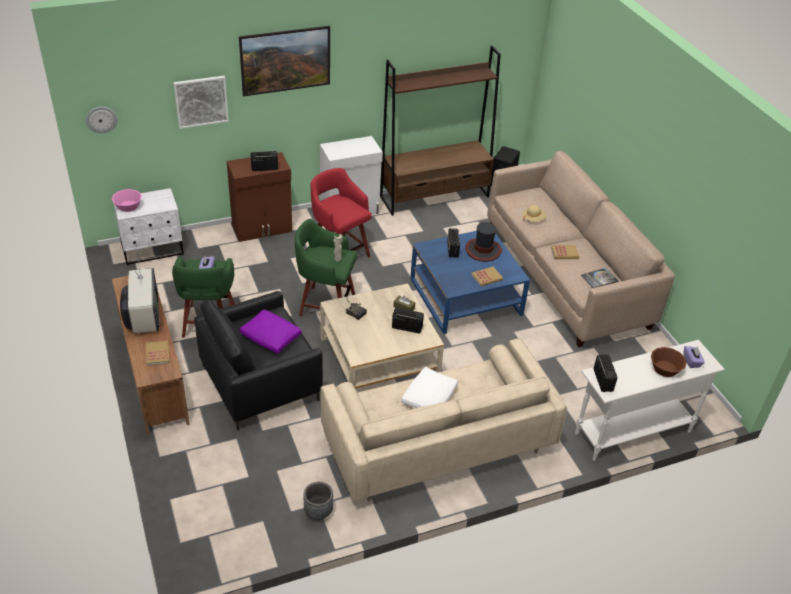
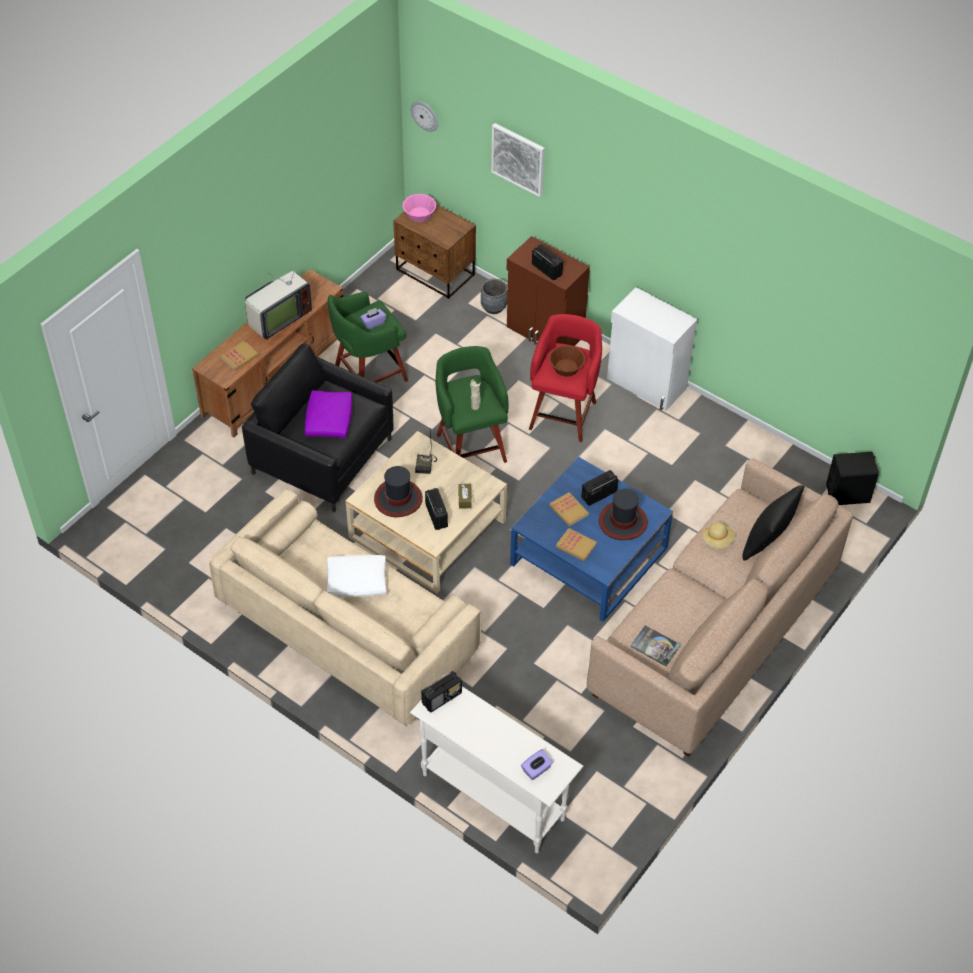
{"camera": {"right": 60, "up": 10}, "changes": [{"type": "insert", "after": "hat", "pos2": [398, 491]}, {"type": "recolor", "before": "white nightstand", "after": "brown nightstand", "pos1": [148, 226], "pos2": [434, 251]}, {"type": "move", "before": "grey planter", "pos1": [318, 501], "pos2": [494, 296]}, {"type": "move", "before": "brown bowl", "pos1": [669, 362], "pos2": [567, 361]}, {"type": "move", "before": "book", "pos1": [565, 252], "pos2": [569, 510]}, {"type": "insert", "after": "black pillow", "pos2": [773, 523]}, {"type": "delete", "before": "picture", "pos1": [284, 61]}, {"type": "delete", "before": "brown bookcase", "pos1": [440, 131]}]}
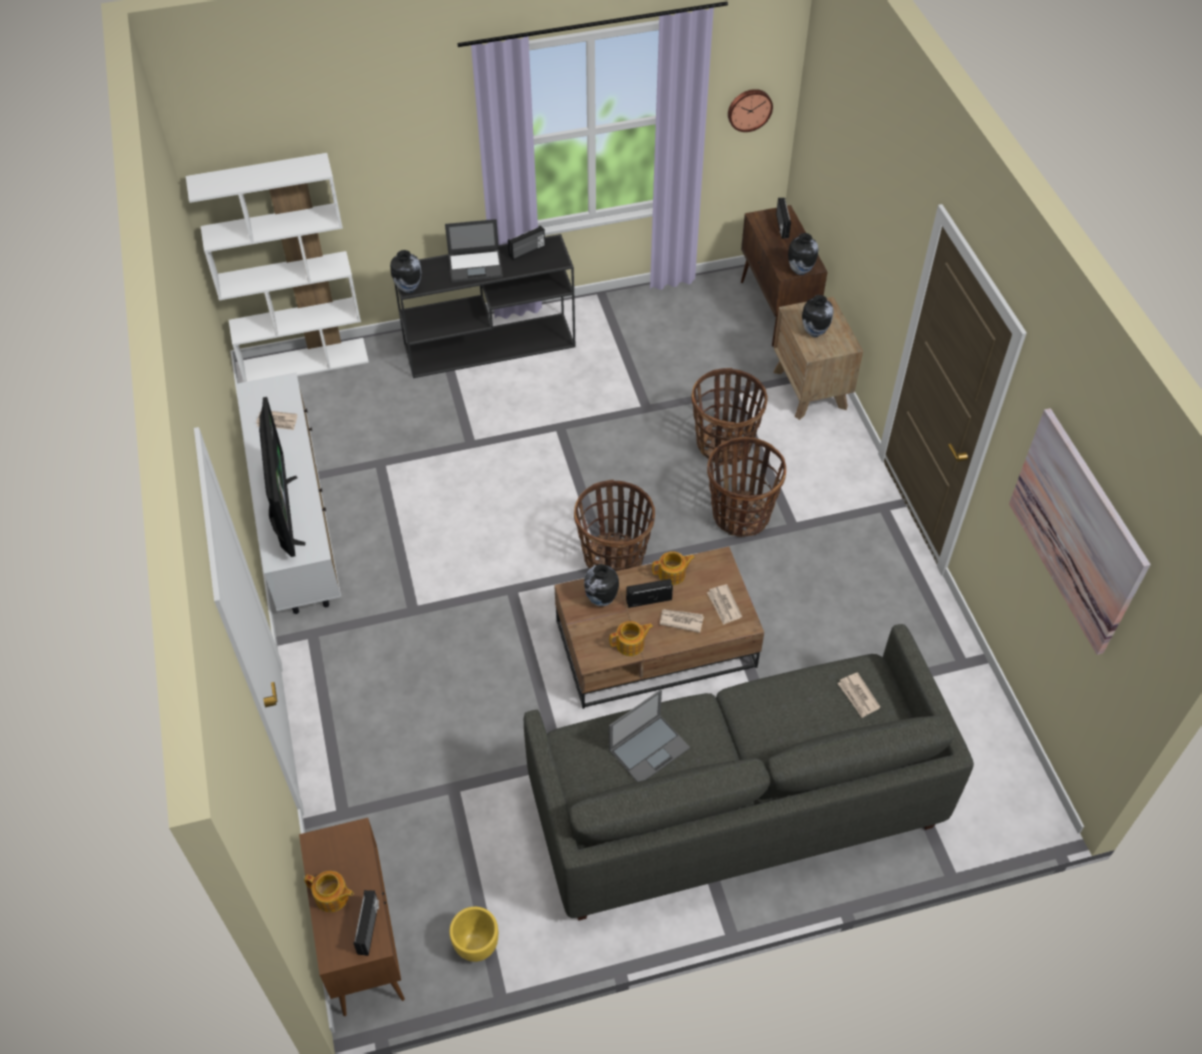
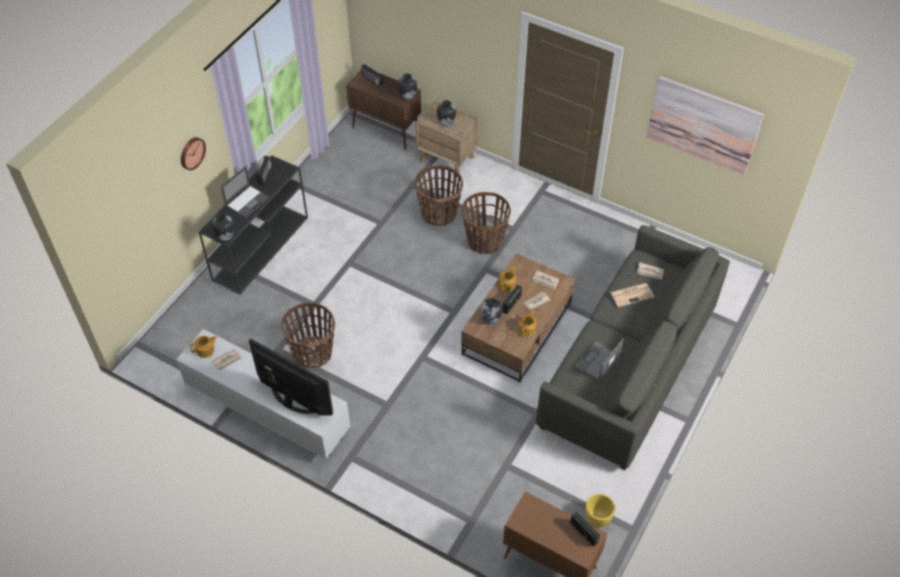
{"camera": {"right": -45, "up": 0}, "changes": [{"type": "move", "before": "wall clock", "pos1": [750, 110], "pos2": [193, 153]}, {"type": "move", "before": "teapot", "pos1": [329, 891], "pos2": [203, 347]}, {"type": "move", "before": "basket", "pos1": [614, 525], "pos2": [308, 335]}, {"type": "rotate", "before": "laptop", "pos1": [649, 735], "pos2": [599, 360], "turn": -150}, {"type": "insert", "after": "newspaper", "pos2": [632, 295]}, {"type": "delete", "before": "white bookcase", "pos1": [277, 267]}]}
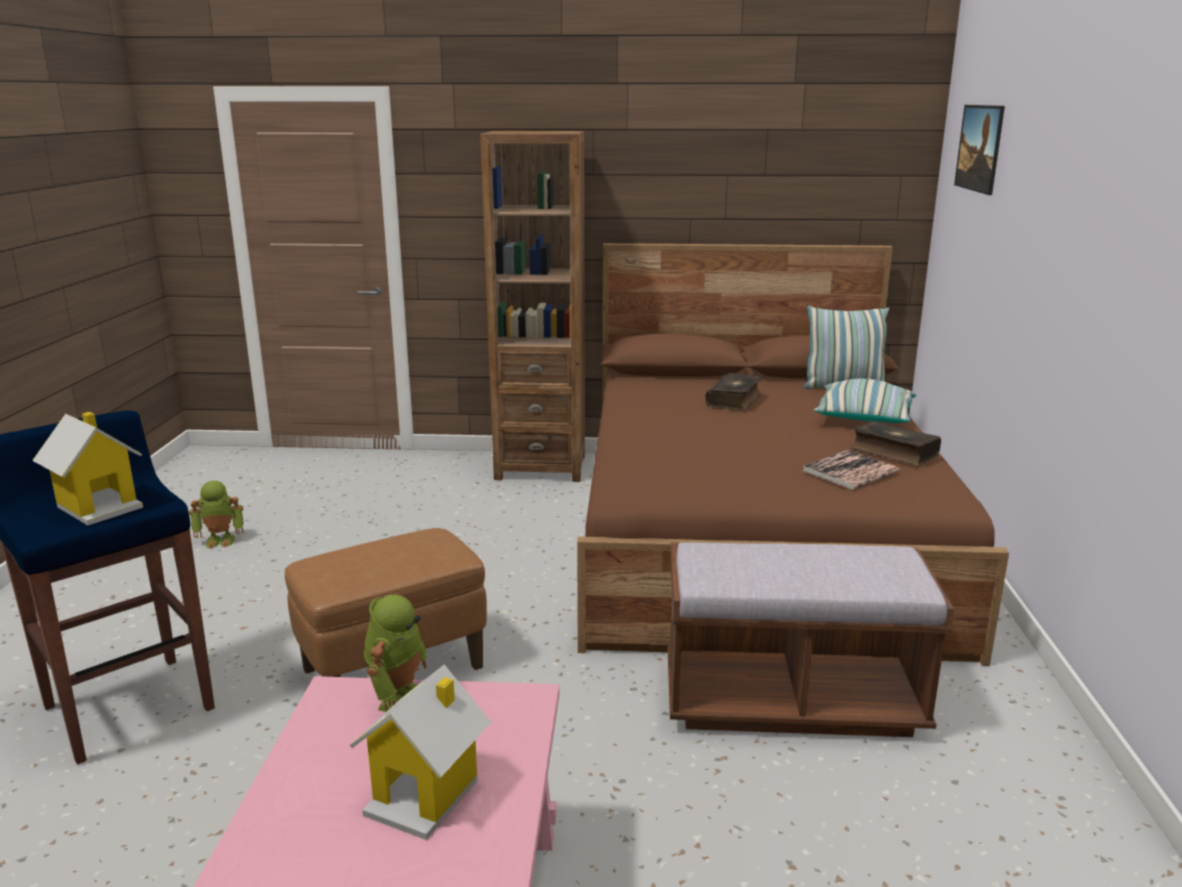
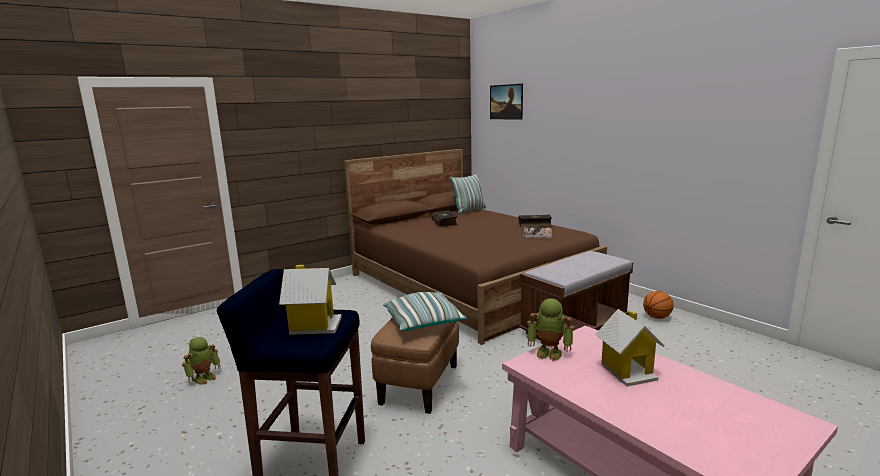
{"camera": {"right": -40, "up": -5}, "changes": [{"type": "move", "before": "pillow", "pos1": [865, 401], "pos2": [425, 311]}, {"type": "rotate", "before": "toy robot", "pos1": [395, 653], "pos2": [550, 330], "turn": 135}, {"type": "insert", "after": "basketball", "pos2": [658, 305]}, {"type": "delete", "before": "brown bookcase", "pos1": [532, 306]}]}
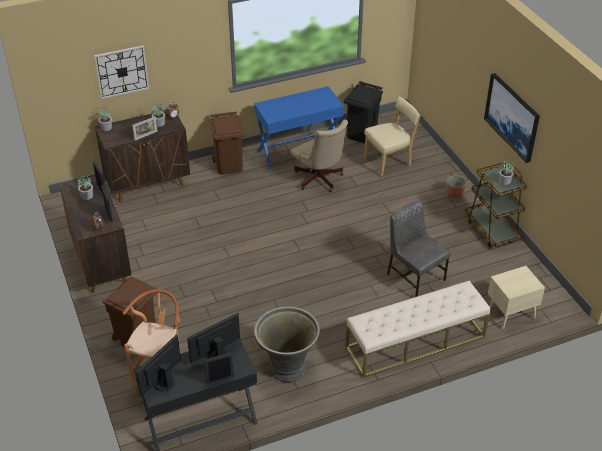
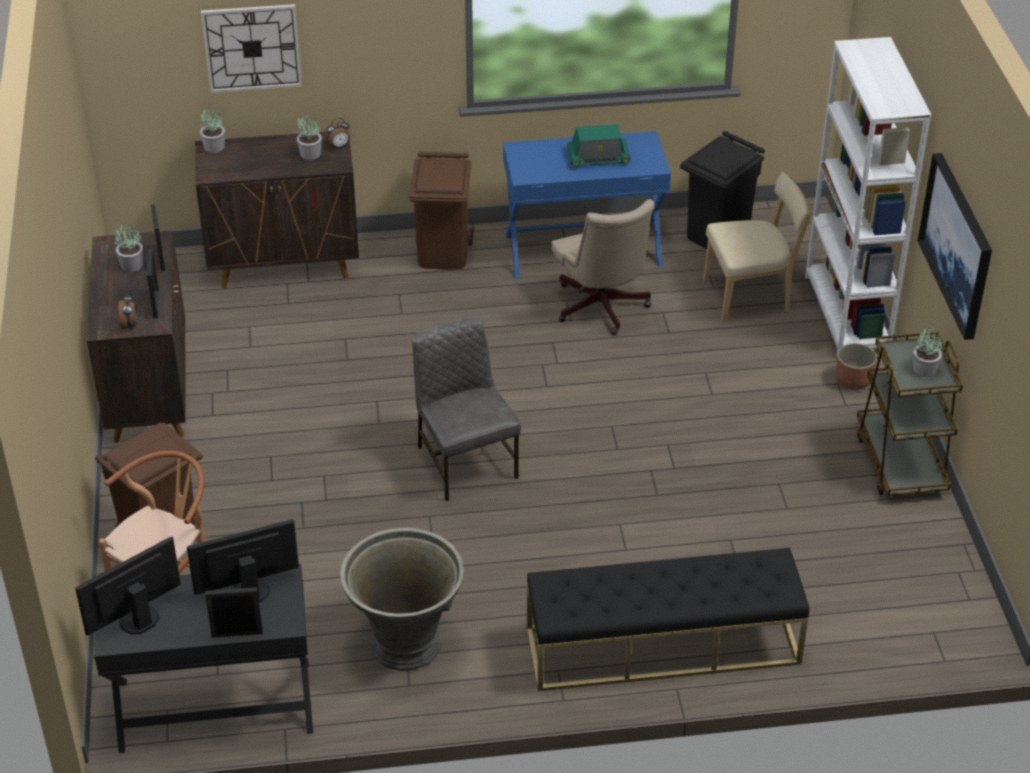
{"camera": {"right": 15, "up": 0}, "changes": [{"type": "move", "before": "grey chair", "pos1": [419, 248], "pos2": [466, 409]}, {"type": "recolor", "before": "beige bench", "after": "black bench", "pos1": [418, 329], "pos2": [668, 619]}, {"type": "insert", "after": "radio", "pos2": [599, 145]}, {"type": "insert", "after": "white bookcase", "pos2": [868, 196]}, {"type": "delete", "before": "picture frame", "pos1": [145, 128]}, {"type": "delete", "before": "beige nightstand", "pos1": [516, 297]}]}
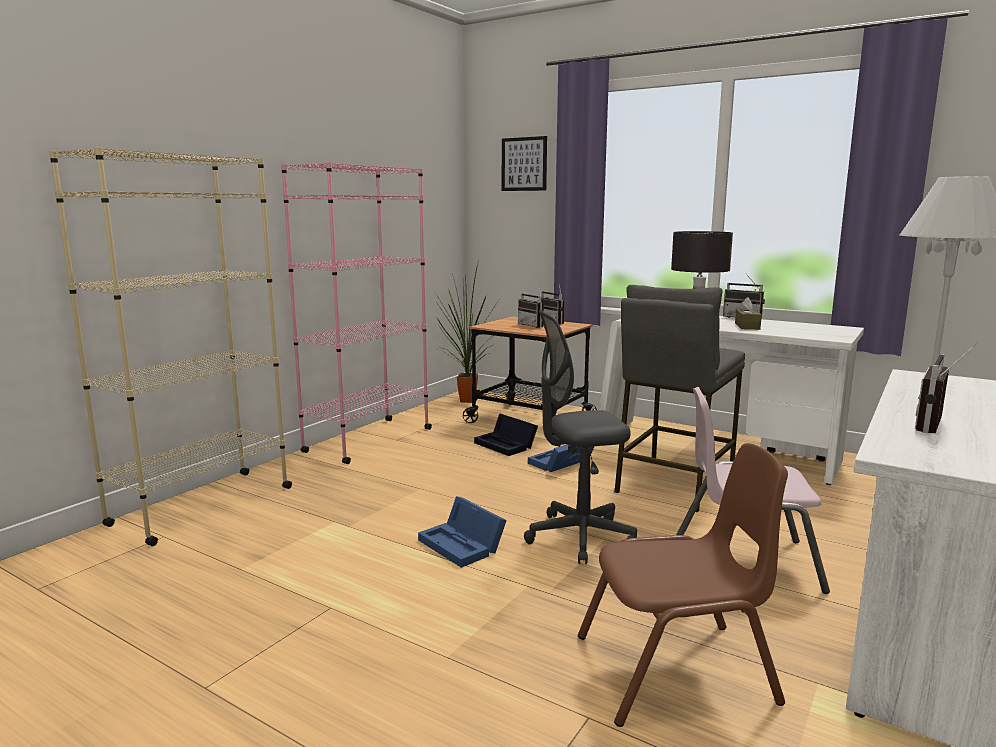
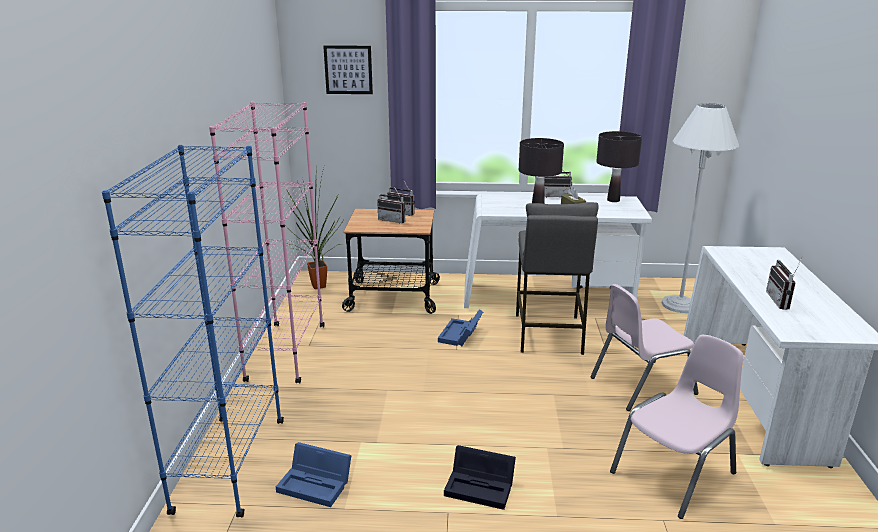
{"camera": {"right": -30, "up": 10}, "changes": [{"type": "recolor", "before": "beige bookcase", "after": "blue bookcase", "pos1": [170, 346], "pos2": [193, 331]}, {"type": "move", "before": "blue storage box", "pos1": [462, 532], "pos2": [313, 474]}, {"type": "move", "before": "black storage box", "pos1": [506, 434], "pos2": [480, 477]}, {"type": "insert", "after": "black table lamp", "pos2": [619, 166]}, {"type": "recolor", "before": "brown chair", "after": "pink chair", "pos1": [683, 585], "pos2": [676, 427]}, {"type": "delete", "before": "grey office chair", "pos1": [580, 437]}]}
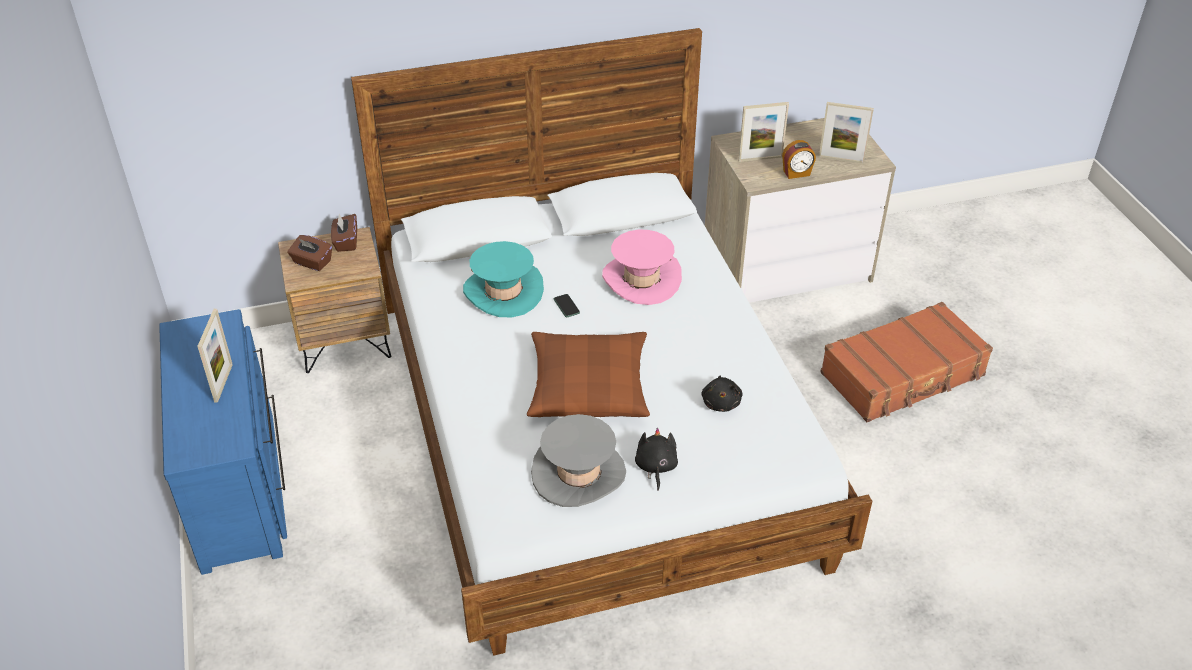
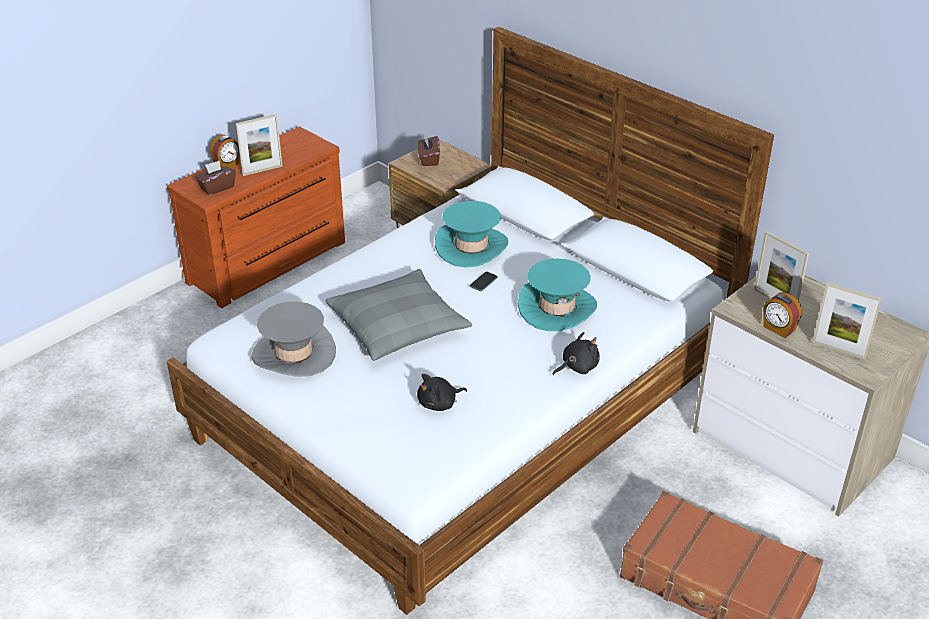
{"camera": {"right": 60, "up": -5}, "changes": [{"type": "recolor", "before": "blue dresser", "after": "brown dresser", "pos1": [223, 442], "pos2": [256, 217]}, {"type": "move", "before": "brown tissue box", "pos1": [344, 233], "pos2": [216, 177]}, {"type": "insert", "after": "alarm clock", "pos2": [225, 151]}, {"type": "recolor", "before": "brown pillow", "after": "grey pillow", "pos1": [588, 374], "pos2": [398, 315]}, {"type": "recolor", "before": "pink hat", "after": "turquoise hat", "pos1": [642, 267], "pos2": [557, 294]}, {"type": "move", "before": "black plush toy", "pos1": [656, 459], "pos2": [576, 353]}, {"type": "rotate", "before": "picture frame", "pos1": [846, 133], "pos2": [847, 321], "turn": -45}]}
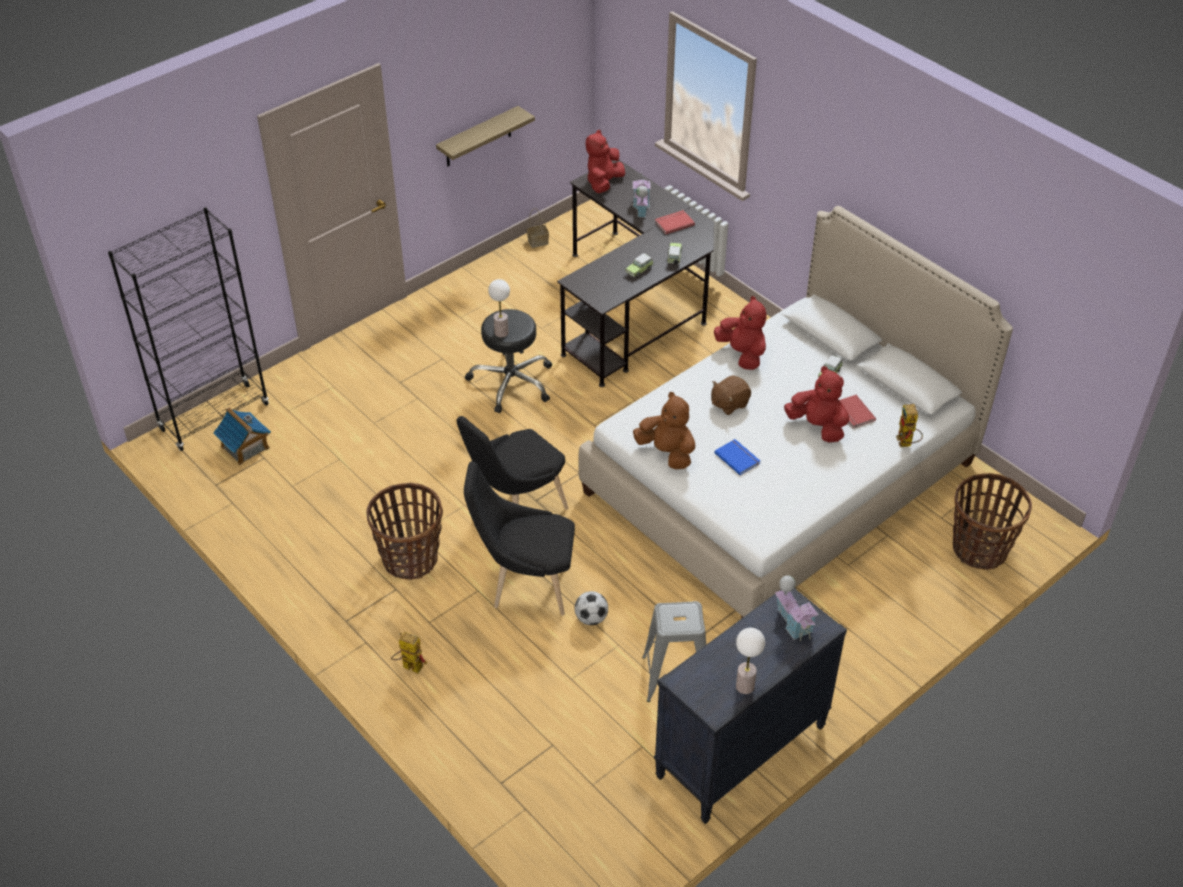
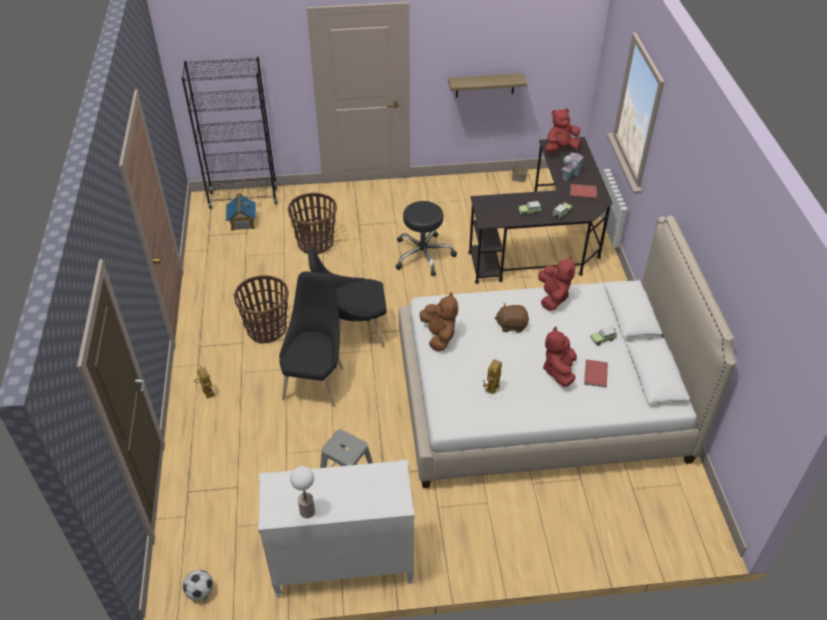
{"camera": {"right": 35, "up": 0}, "changes": [{"type": "move", "before": "football", "pos1": [591, 608], "pos2": [198, 585]}, {"type": "recolor", "before": "black dresser", "after": "white dresser", "pos1": [750, 705], "pos2": [336, 528]}, {"type": "rotate", "before": "black chair", "pos1": [519, 538], "pos2": [311, 339], "turn": 60}, {"type": "move", "before": "basket", "pos1": [992, 521], "pos2": [312, 224]}, {"type": "move", "before": "toy robot", "pos1": [909, 425], "pos2": [492, 377]}, {"type": "rotate", "before": "red plush toy", "pos1": [816, 404], "pos2": [560, 356], "turn": -150}, {"type": "delete", "before": "table lamp", "pos1": [499, 308]}, {"type": "delete", "before": "blue book", "pos1": [737, 457]}, {"type": "delete", "before": "toy house", "pos1": [796, 608]}]}
